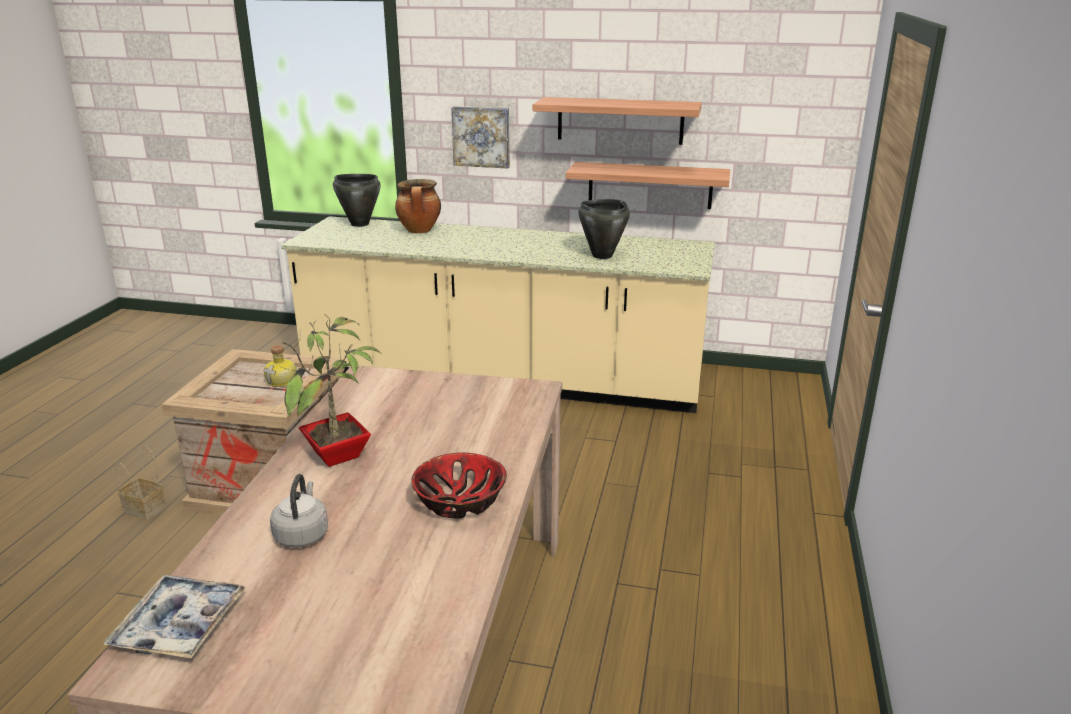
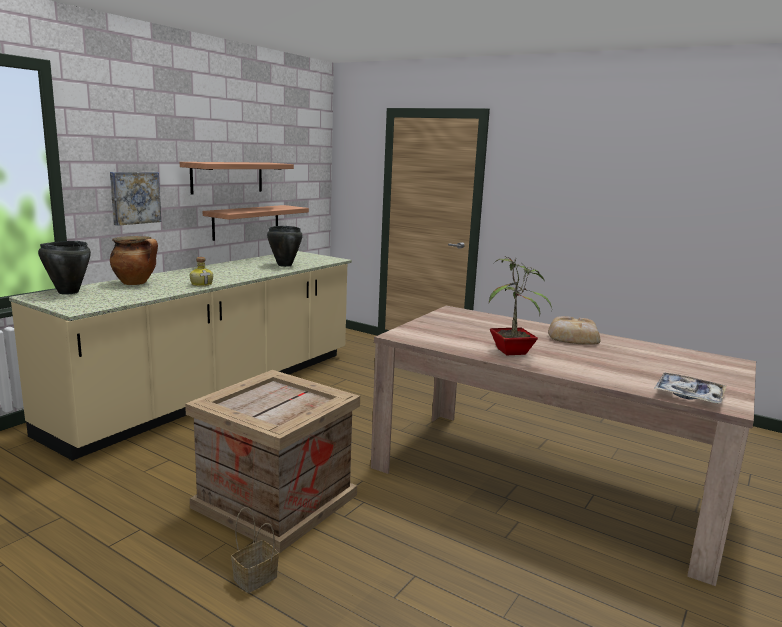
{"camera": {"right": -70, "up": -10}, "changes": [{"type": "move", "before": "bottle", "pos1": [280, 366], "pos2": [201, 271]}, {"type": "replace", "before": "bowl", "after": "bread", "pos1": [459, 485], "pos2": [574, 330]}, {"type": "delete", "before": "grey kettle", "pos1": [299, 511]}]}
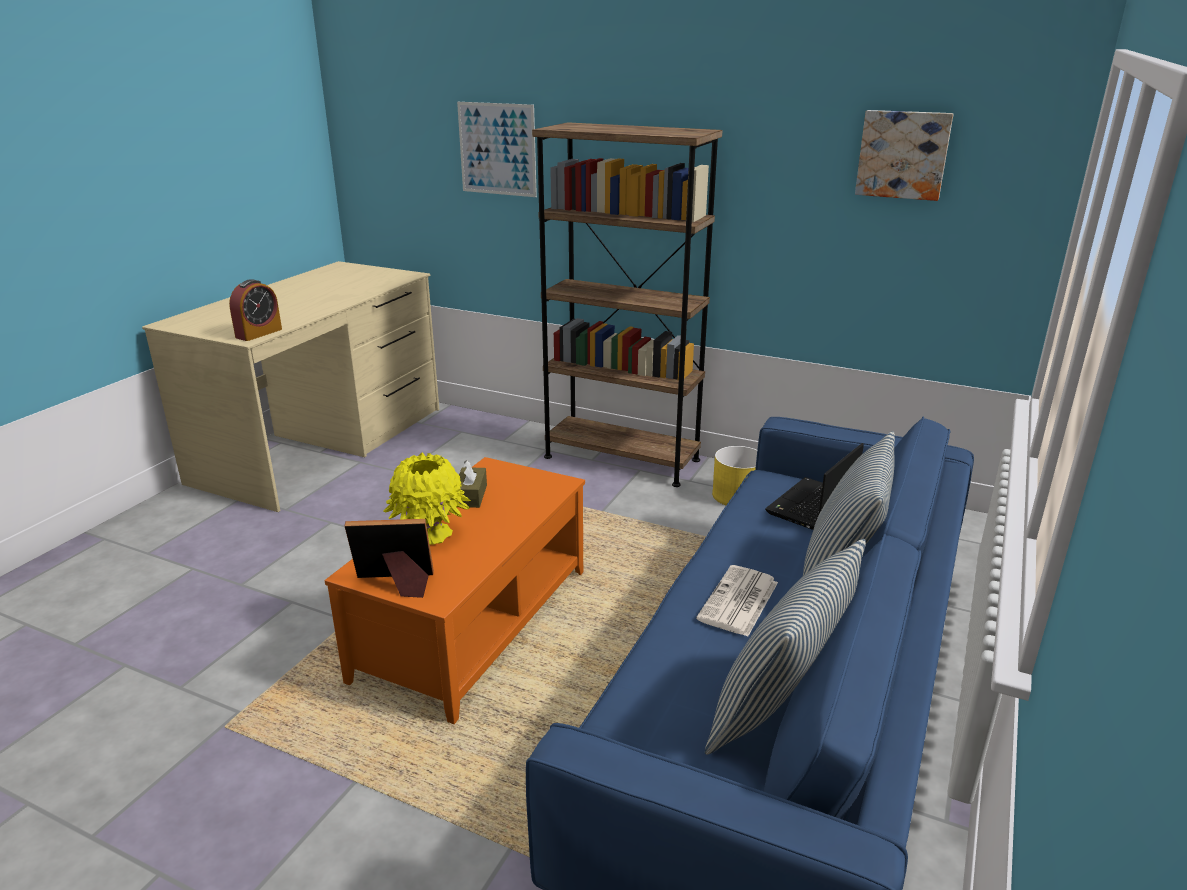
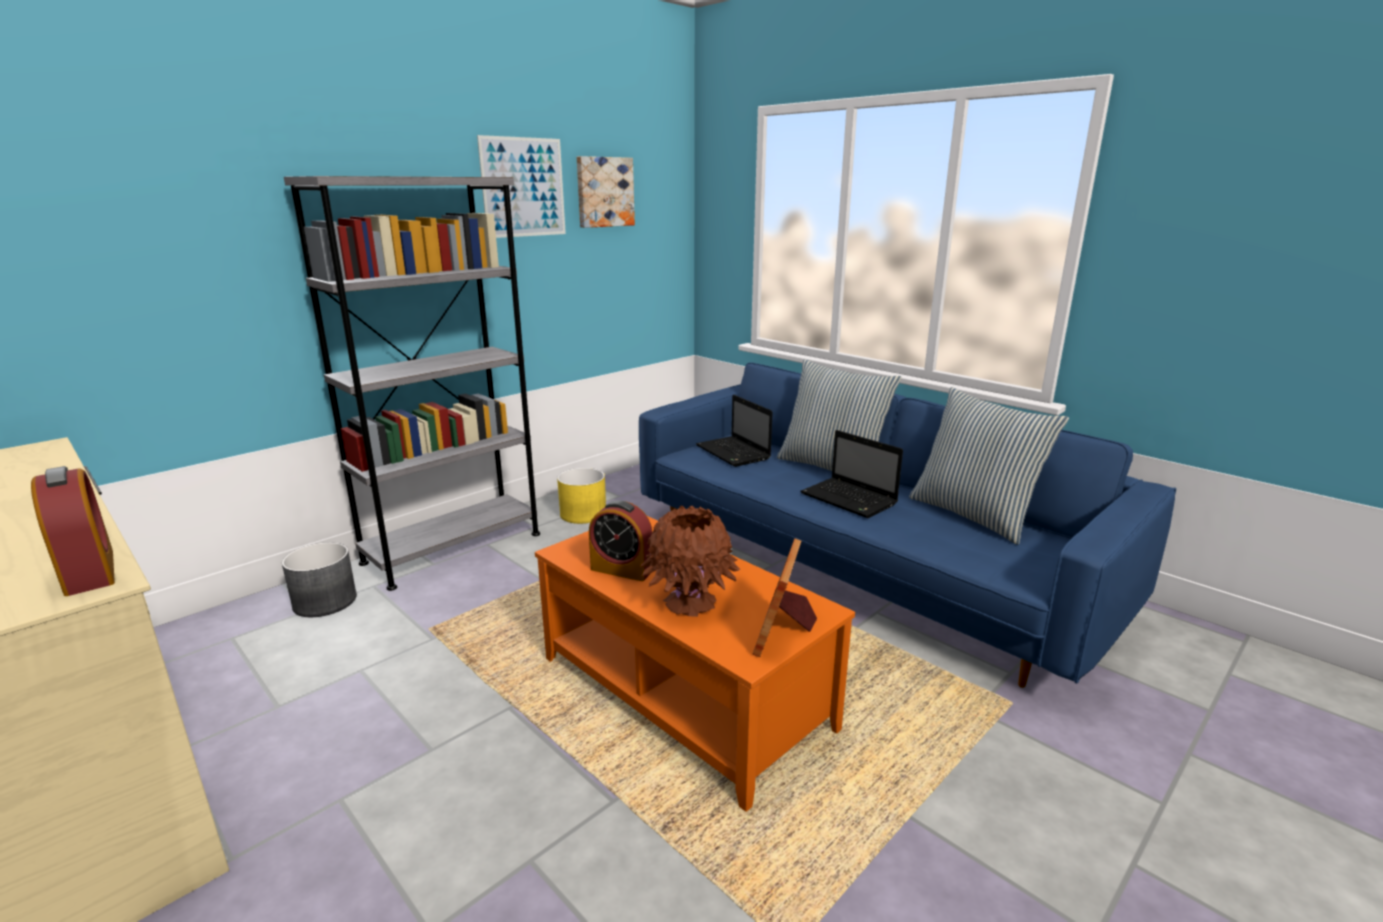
{"camera": {"right": -70, "up": -5}, "changes": [{"type": "insert", "after": "grey planter", "pos2": [319, 579]}, {"type": "recolor", "before": "brown bookcase", "after": "grey bookcase", "pos1": [627, 304], "pos2": [412, 383]}, {"type": "move", "before": "picture", "pos1": [497, 149], "pos2": [521, 186]}, {"type": "replace", "before": "brown tissue box", "after": "alarm clock", "pos1": [473, 484], "pos2": [621, 540]}, {"type": "recolor", "before": "yellow vase", "after": "brown vase", "pos1": [427, 499], "pos2": [690, 561]}, {"type": "replace", "before": "newspaper", "after": "laptop", "pos1": [737, 601], "pos2": [851, 474]}]}
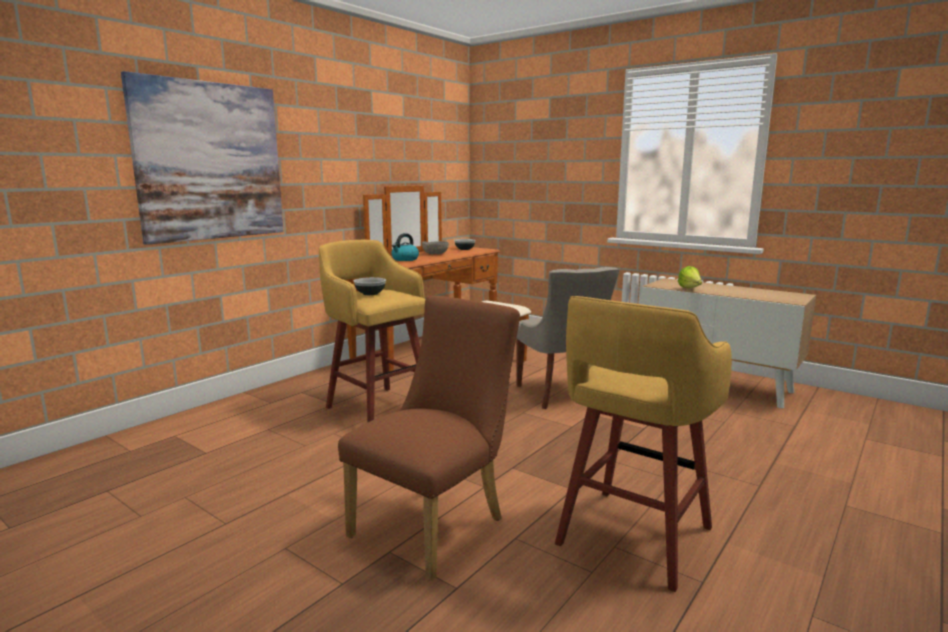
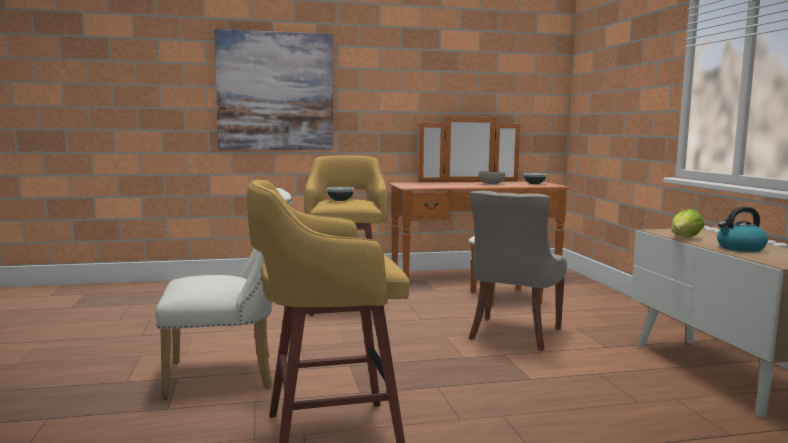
{"camera": {"right": 40, "up": -5}, "changes": [{"type": "recolor", "before": "brown chair", "after": "white chair", "pos1": [429, 438], "pos2": [223, 293]}, {"type": "move", "before": "kettle", "pos1": [405, 247], "pos2": [742, 229]}]}
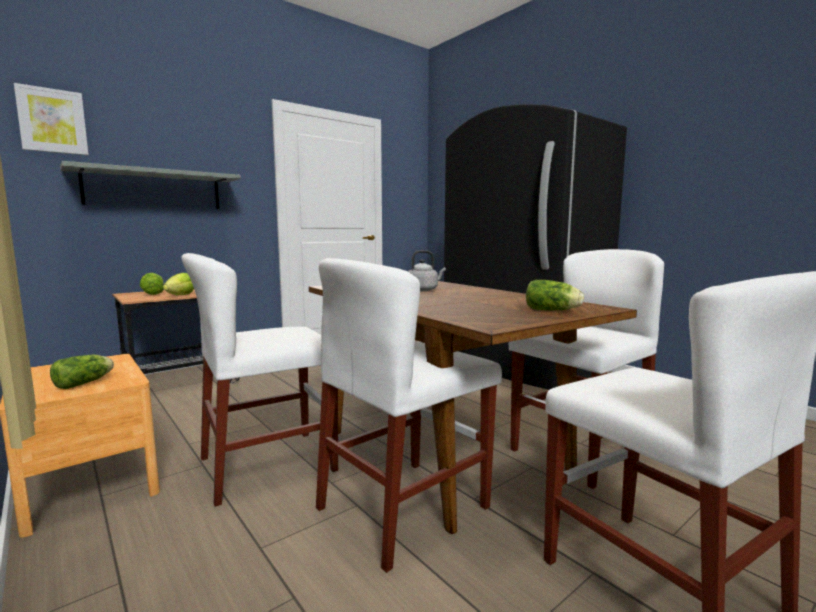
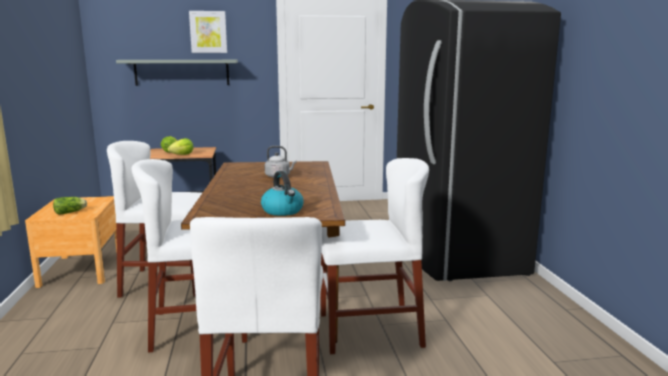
{"camera": {"right": 30, "up": 5}, "changes": [{"type": "move", "before": "picture", "pos1": [51, 119], "pos2": [208, 32]}, {"type": "replace", "before": "lettuce", "after": "kettle", "pos1": [555, 295], "pos2": [282, 193]}]}
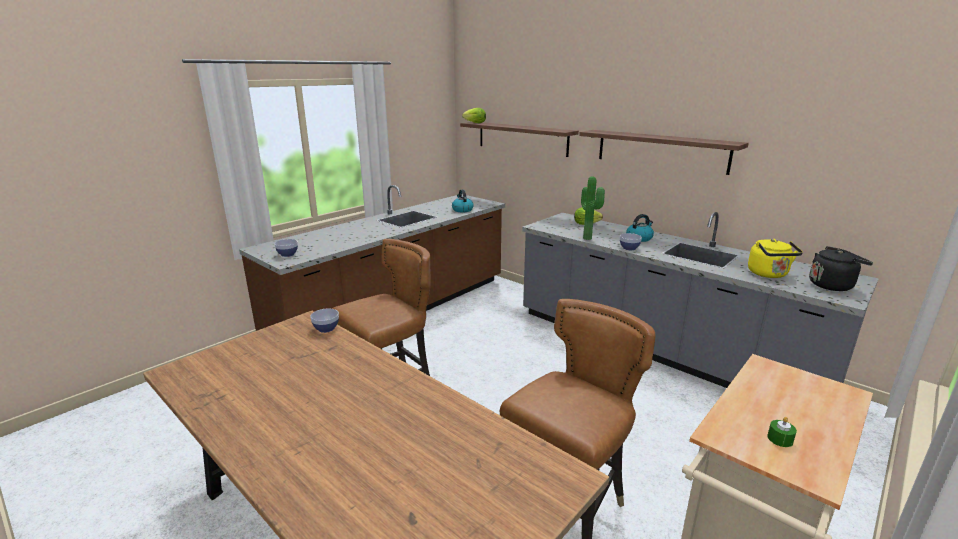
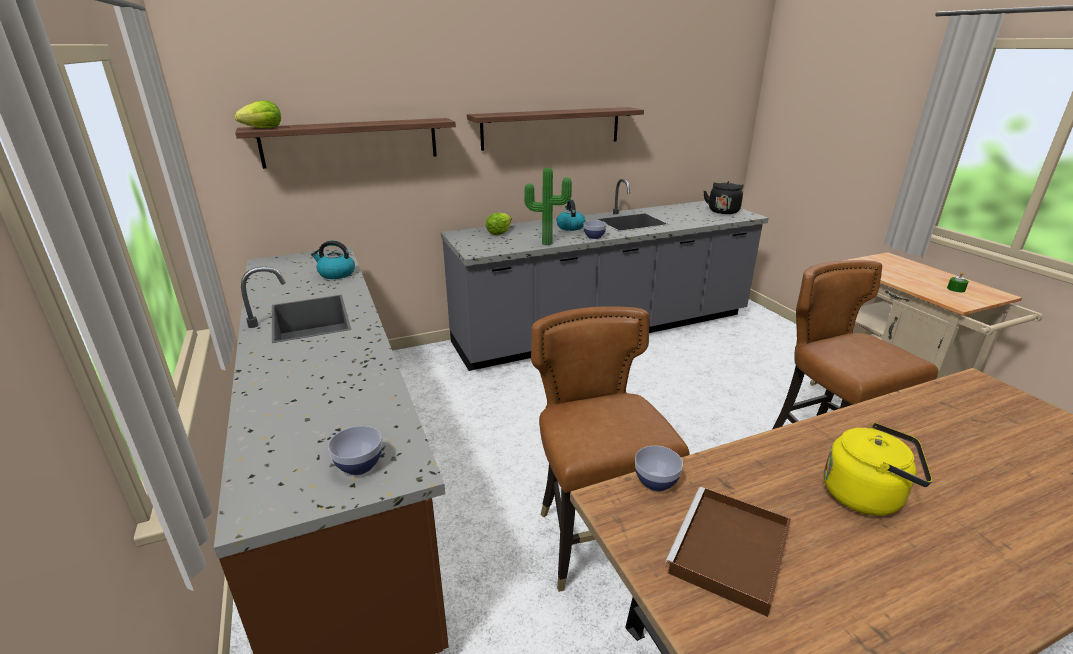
{"camera": {"right": -65, "up": 5}, "changes": [{"type": "insert", "after": "brown tray", "pos2": [728, 552]}, {"type": "move", "before": "yellow kettle", "pos1": [775, 258], "pos2": [878, 469]}]}
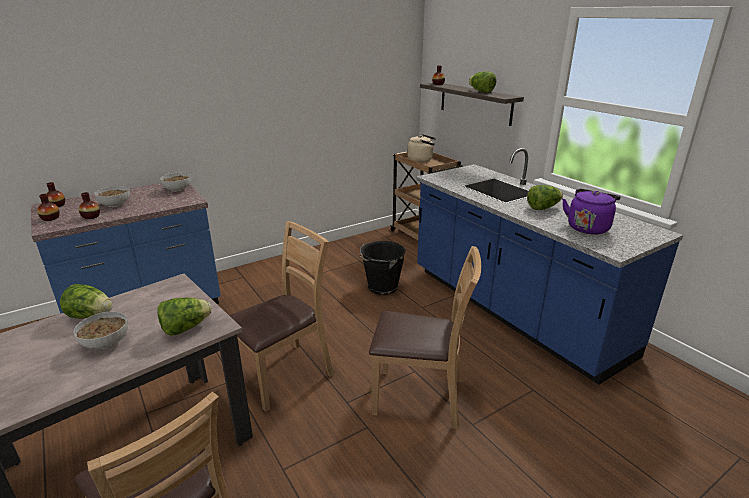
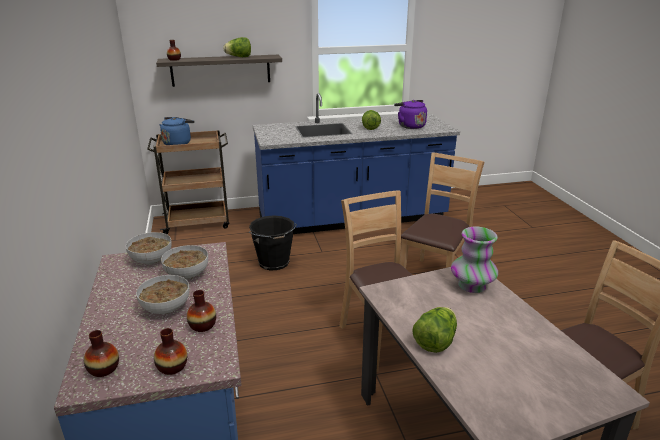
{"camera": {"right": -70, "up": 0}, "changes": [{"type": "recolor", "before": "beige kettle", "after": "blue kettle", "pos1": [421, 148], "pos2": [176, 131]}, {"type": "move", "before": "bowl", "pos1": [100, 330], "pos2": [184, 262]}, {"type": "replace", "before": "lettuce", "after": "vase", "pos1": [184, 316], "pos2": [474, 260]}]}
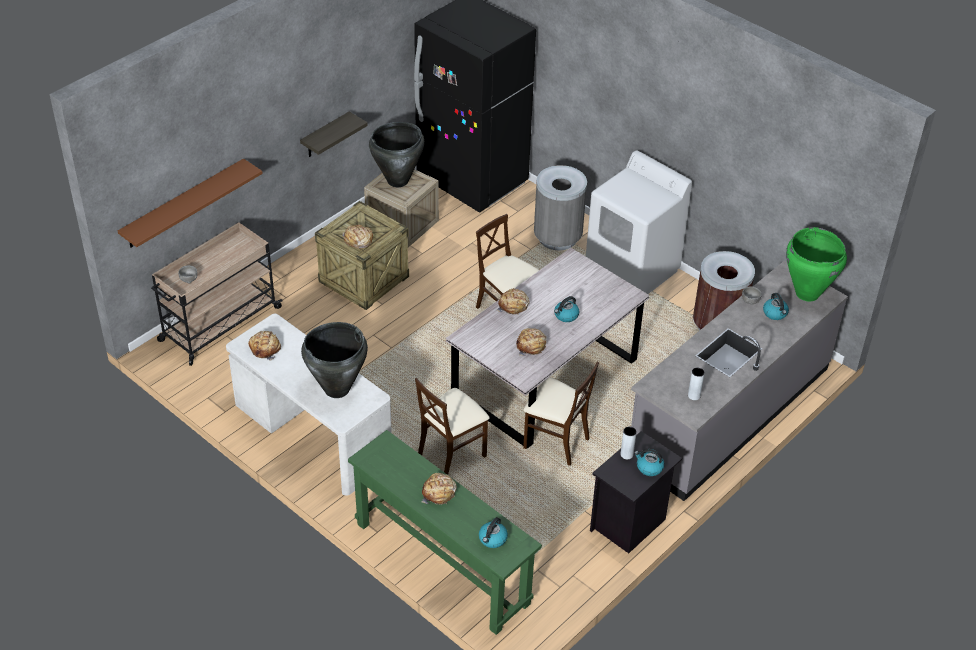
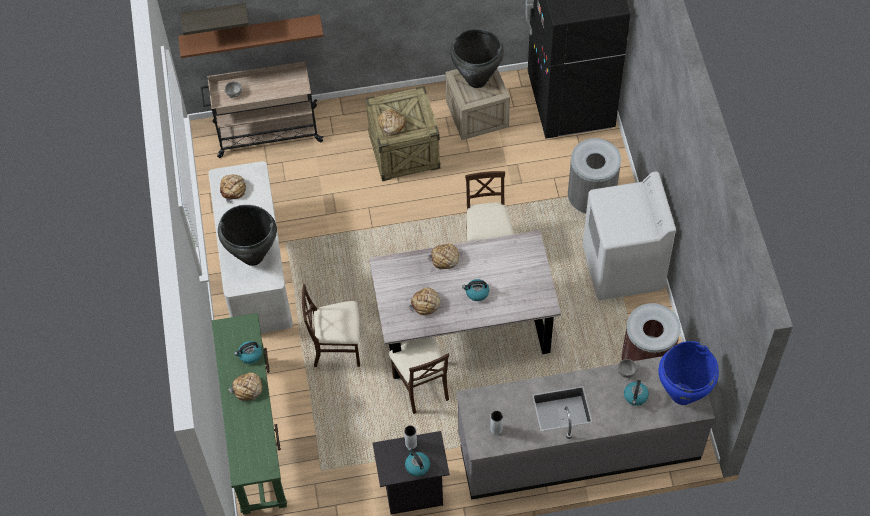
{"camera": {"right": 40, "up": 15}, "changes": [{"type": "move", "before": "shelf", "pos1": [334, 134], "pos2": [214, 19]}, {"type": "move", "before": "kettle", "pos1": [493, 532], "pos2": [248, 352]}, {"type": "recolor", "before": "green vase", "after": "blue vase", "pos1": [816, 264], "pos2": [688, 373]}]}
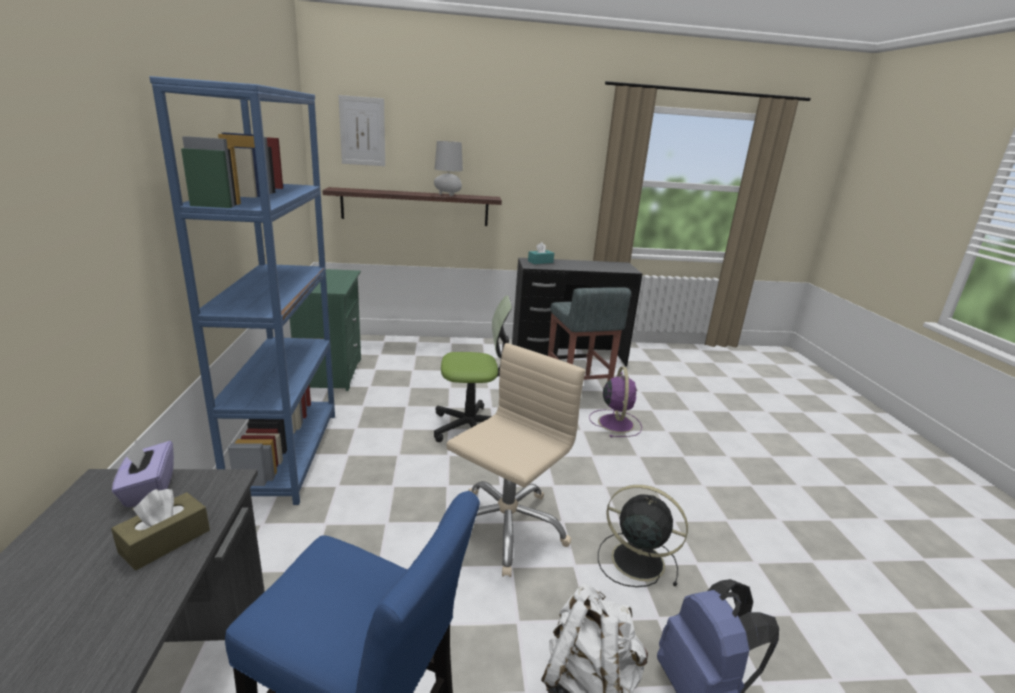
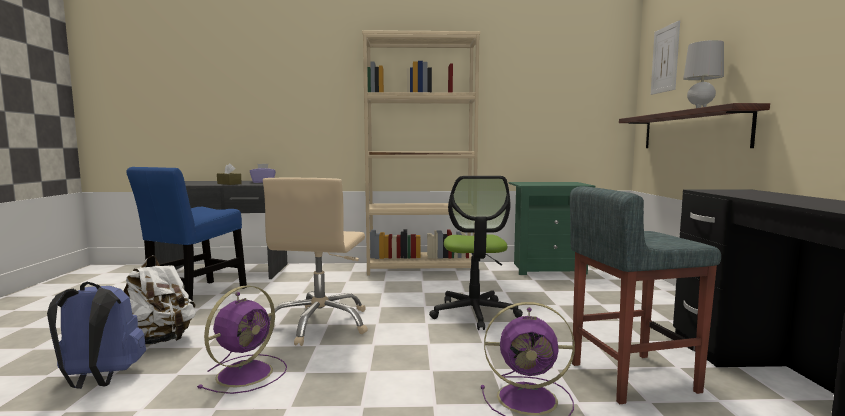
{"camera": {"right": 95, "up": -15}, "changes": [{"type": "recolor", "before": "black fan", "after": "purple fan", "pos1": [643, 536], "pos2": [242, 339]}, {"type": "rotate", "before": "beige office chair", "pos1": [515, 460], "pos2": [315, 262], "turn": 60}, {"type": "recolor", "before": "blue bookcase", "after": "beige bookcase", "pos1": [242, 290], "pos2": [421, 153]}, {"type": "delete", "before": "turquoise tissue box", "pos1": [541, 253]}]}
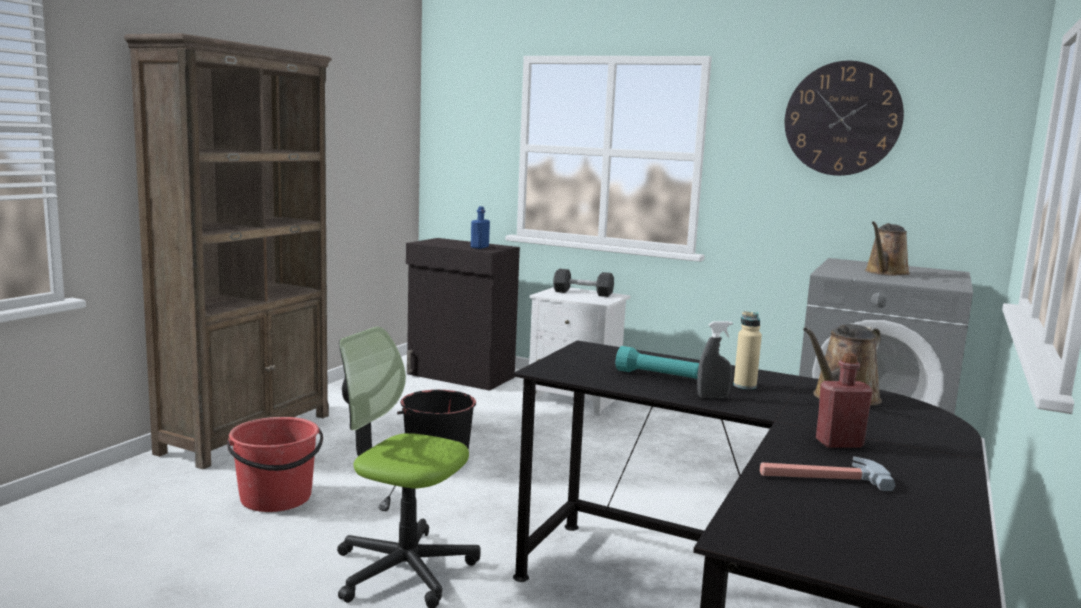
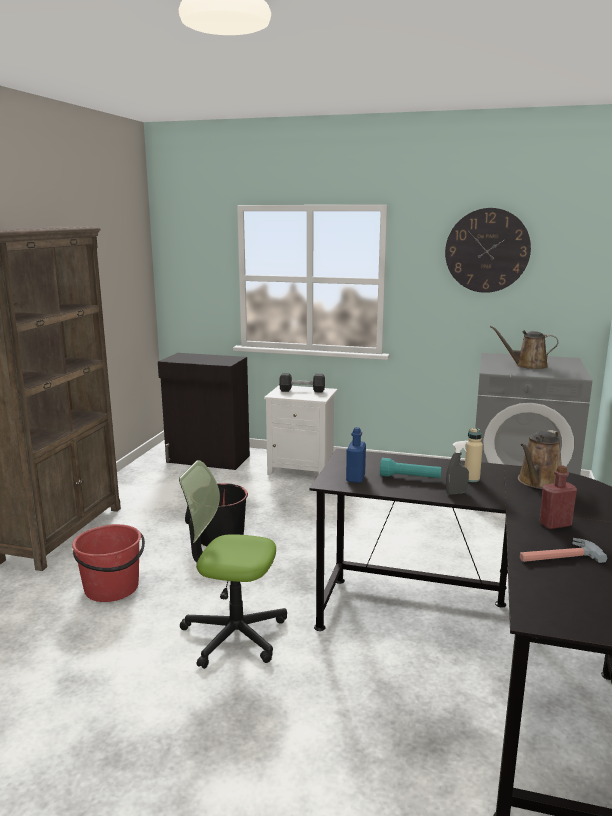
{"camera": {"right": -10, "up": 5}, "changes": [{"type": "move", "before": "blue bottle", "pos1": [480, 227], "pos2": [356, 455]}, {"type": "rotate", "before": "brown watering can", "pos1": [887, 248], "pos2": [524, 347], "turn": 75}]}
